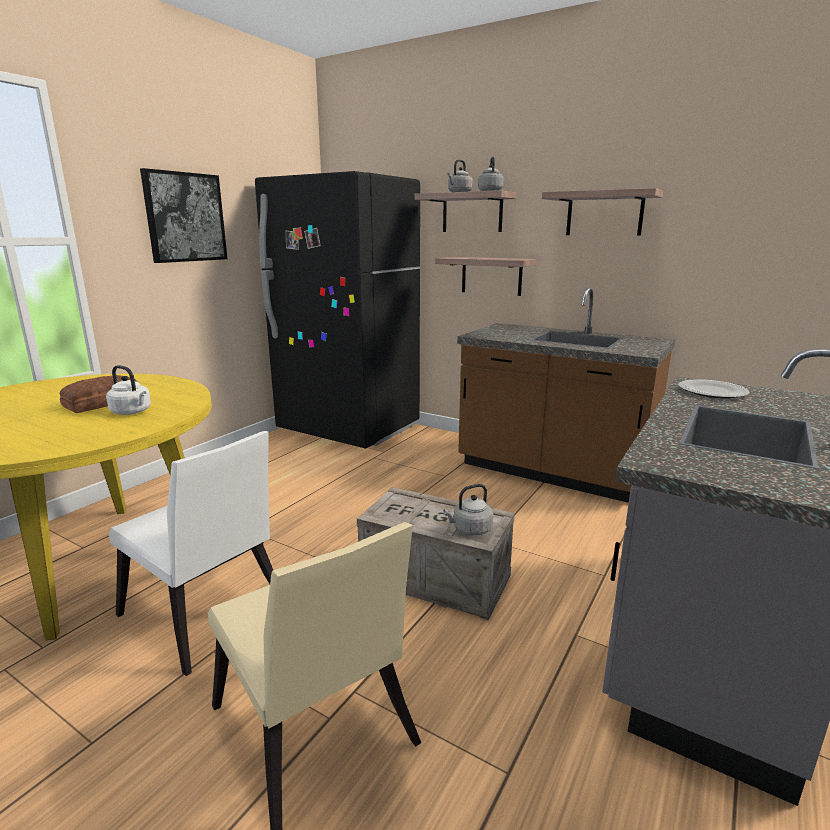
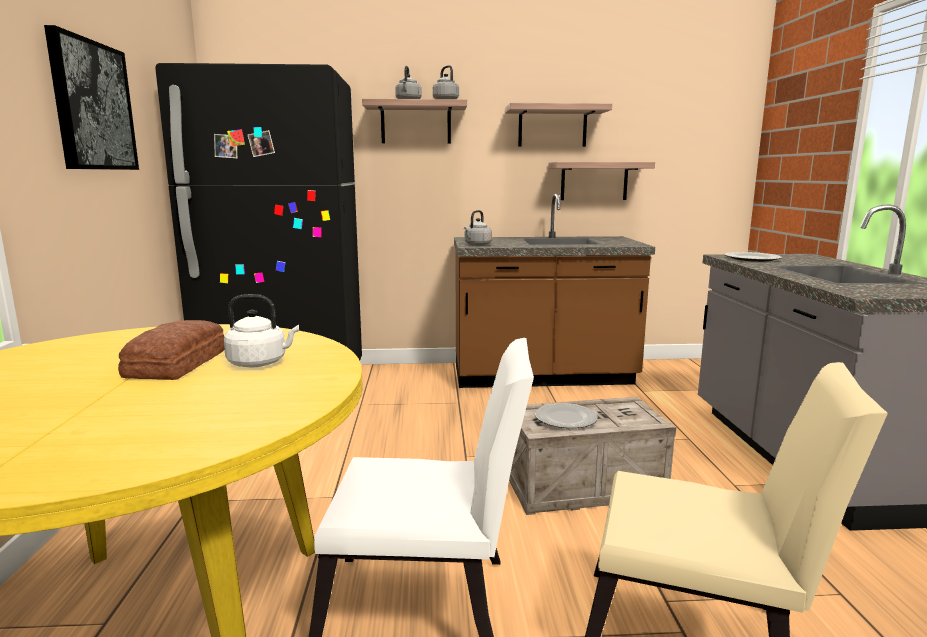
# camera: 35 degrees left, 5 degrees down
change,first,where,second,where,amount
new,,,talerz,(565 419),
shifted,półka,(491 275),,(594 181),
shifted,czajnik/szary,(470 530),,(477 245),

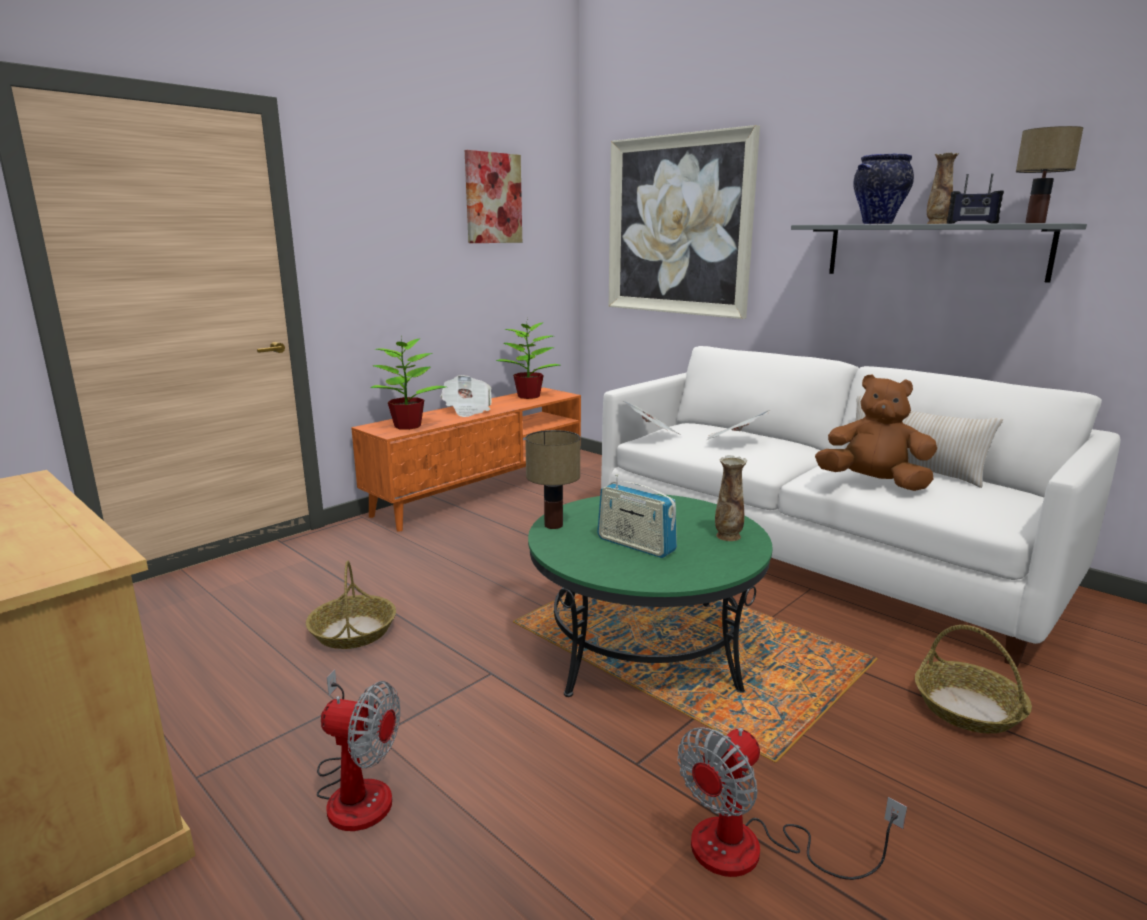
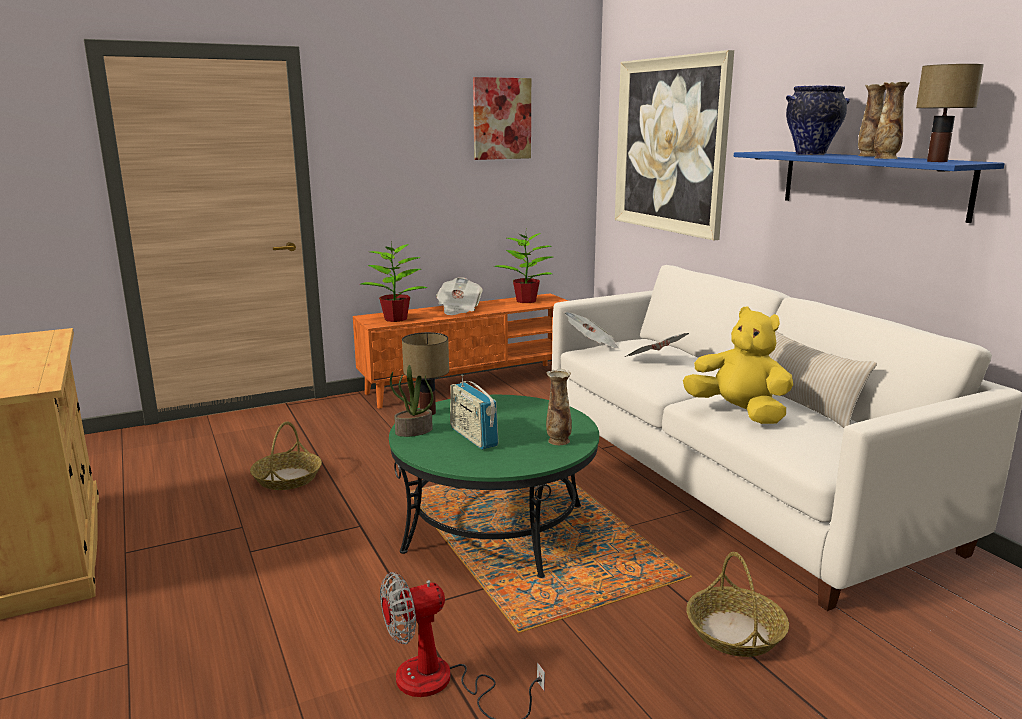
# camera: 20 degrees right, 0 degrees up
change,first,where,second,where,amount
gone,wentylator,(356 789),,,
new,,,roślina doniczkowa,(413 431),
swapped,radio,(972 223),wazon,(885 158),
repainted,półka/szary,(933 251),półka/niebieski,(871 183),
repainted,pluszak/brązowy,(873 483),pluszak/żółty,(738 412),

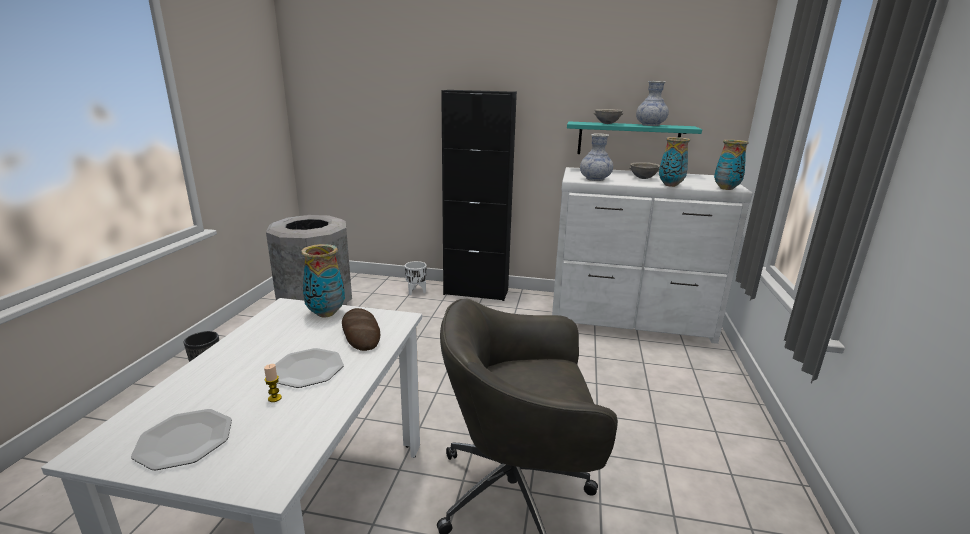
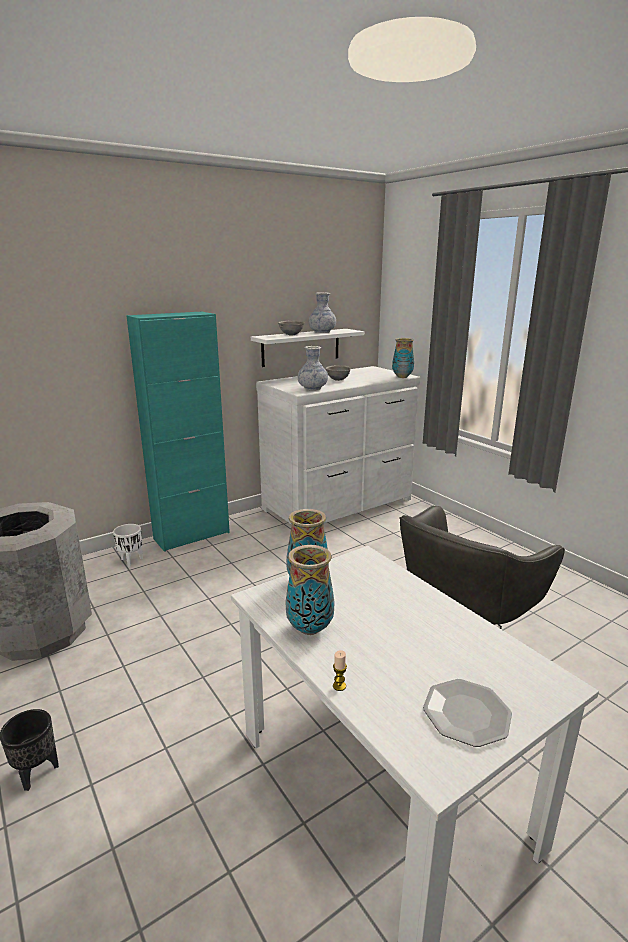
# camera: 45 degrees left, 0 degrees up
change,first,where,second,where,amount
gone,talerz,(308 369),,,
gone,chleb,(361 333),,,
shifted,świeca,(274 398),,(339 686),
shifted,wazon,(671 185),,(310 628),
repainted,szafka/czarny,(476 292),szafka/turkusowy,(191 535),
repainted,półka/turkusowy,(628 140),półka/biały,(301 347),

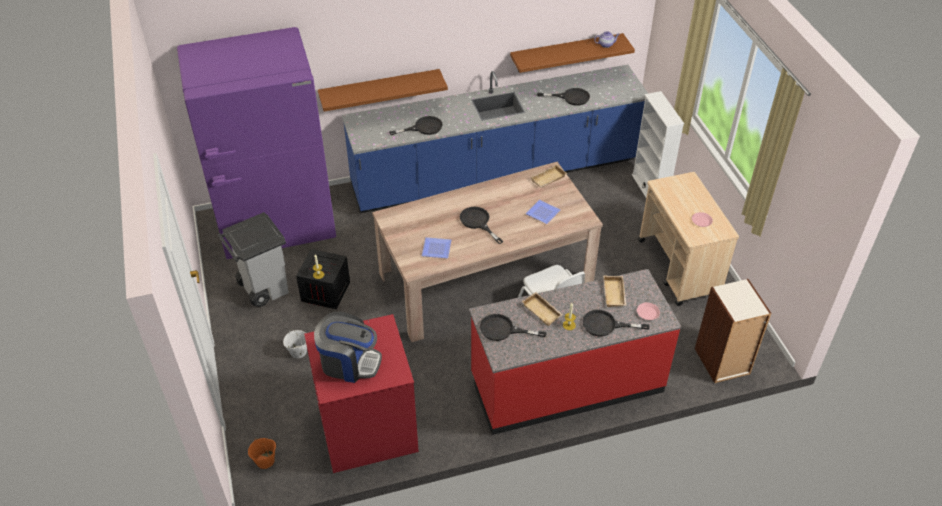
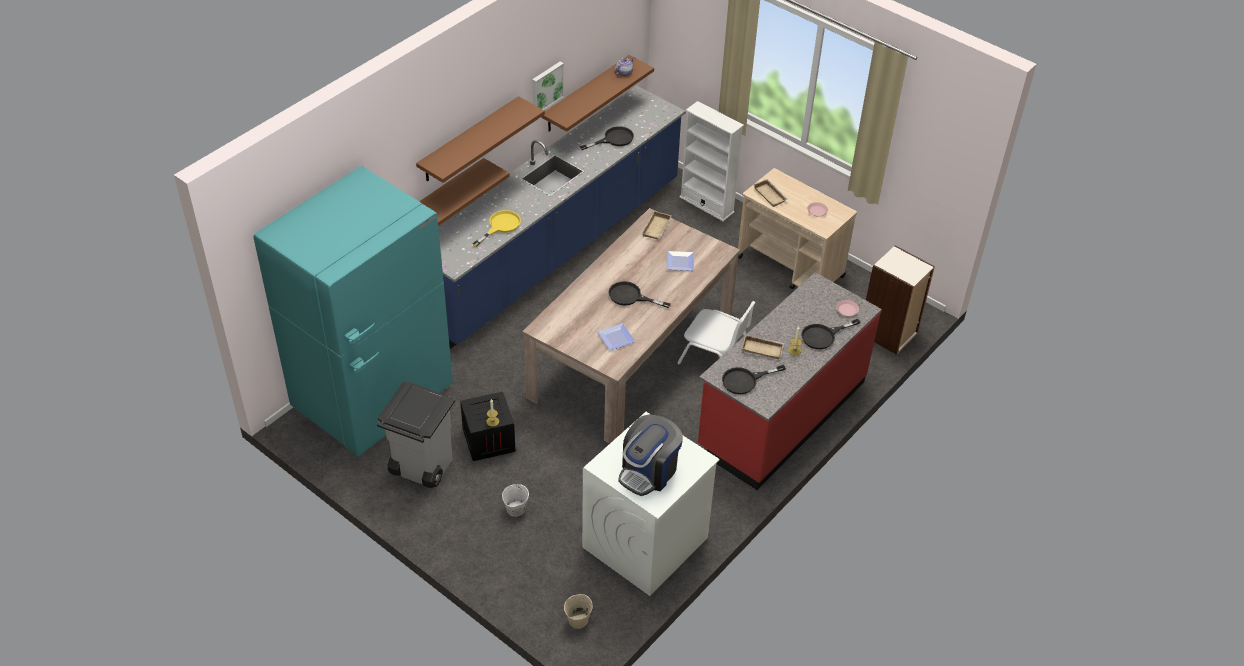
# camera: 35 degrees left, 0 degrees up
change,first,where,second,where,amount
new,,,półka/brązowy,(469 140),
new,,,obraz,(546 87),
shifted,taca/beżowy,(615 294),,(771 195),
repainted,lodówka/fioletowy,(277 225),lodówka/turkusowy,(374 399),
repainted,wiadro/pomarańczowy,(265 461),wiadro/beżowy,(578 619),
repainted,pralka/czerwony,(366 429),pralka/biały,(645 543),
repainted,patelnia/czarny,(423 128),patelnia/żółty,(500 226),
rotated,ekspres do kawy,(349 362),,(649 471),150 degrees clockwise

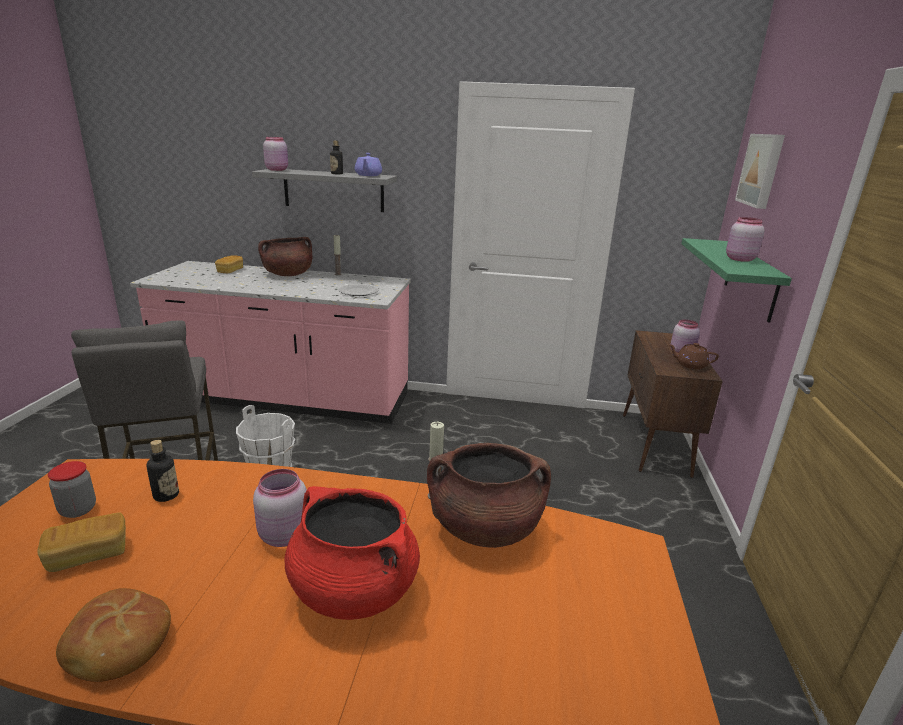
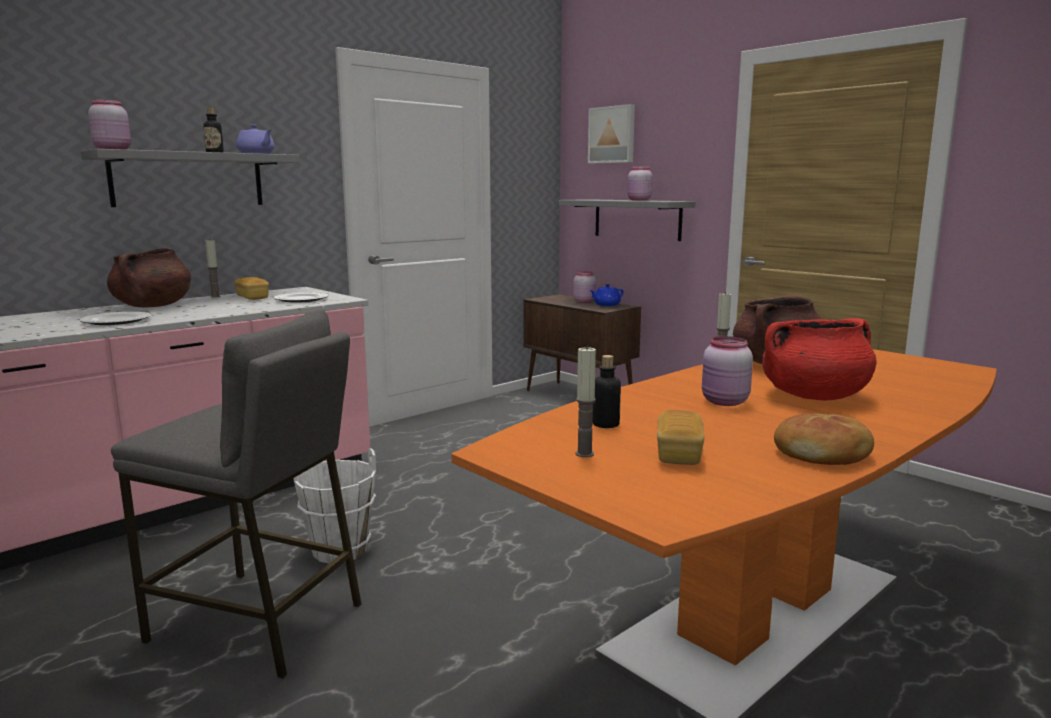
# camera: 50 degrees left, 10 degrees down
change,first,where,second,where,amount
new,,,talerz,(116 321),
shifted,chleb,(230 271),,(252 298),
swapped,słoik,(78 509),świeca,(584 454),
repainted,imbryk/brązowy,(690 365),imbryk/niebieski,(606 305),
repainted,półka/zielony,(751 279),półka/szary,(637 219),

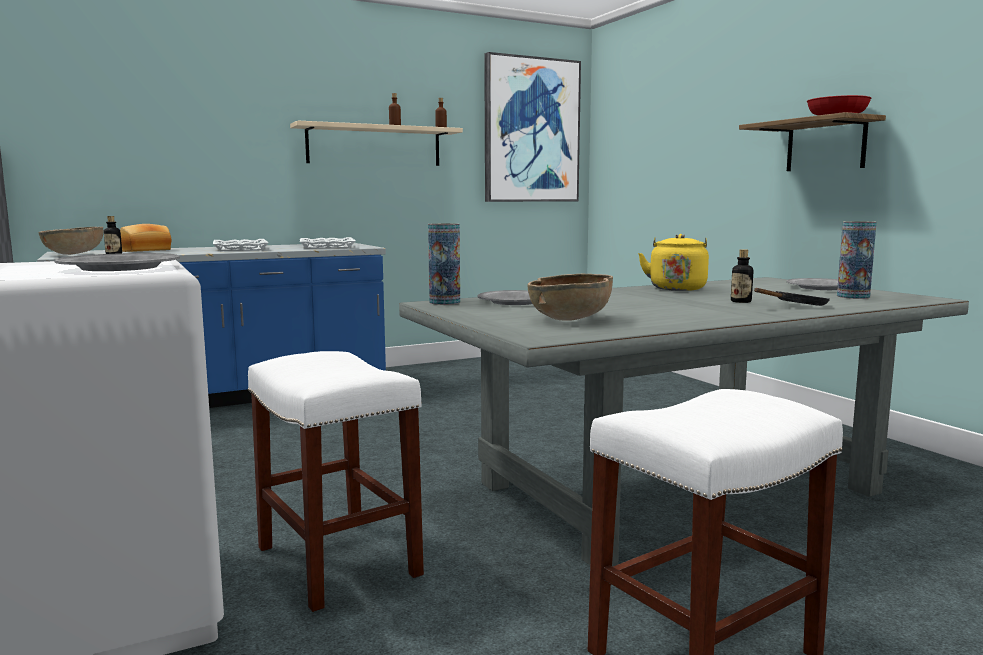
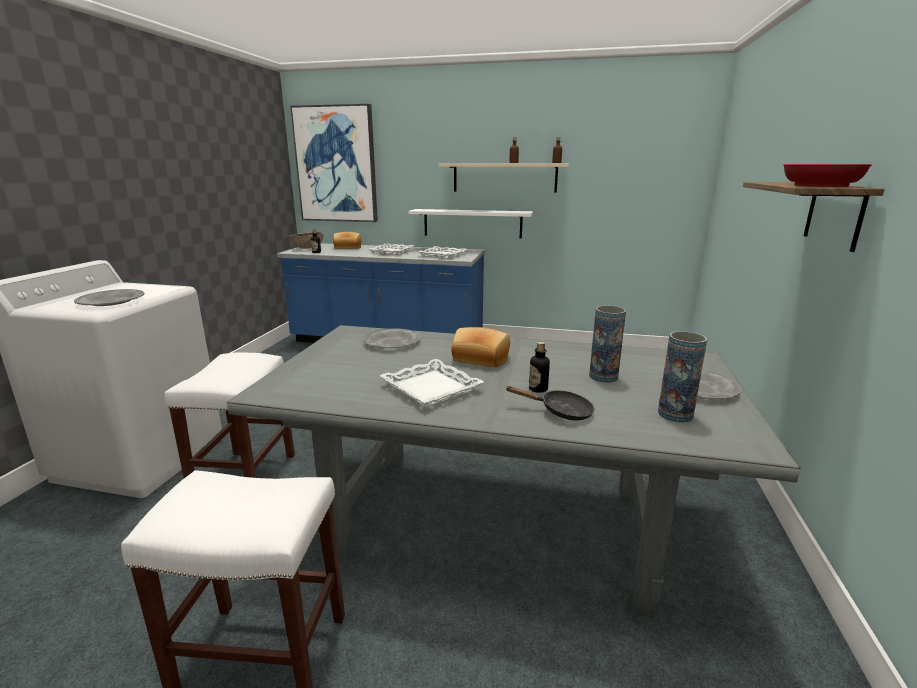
# camera: 40 degrees right, 10 degrees up
change,first,where,second,where,amount
gone,miska/brązowy,(571 319),,,
gone,czajnik/żółty,(677 288),,,
new,,,taca/biały,(432 388),
new,,,półka/biały,(472 223),
new,,,chleb,(480 359),
shifted,wazon,(444 302),,(603 376),
shifted,obraz,(531 131),,(336 165),

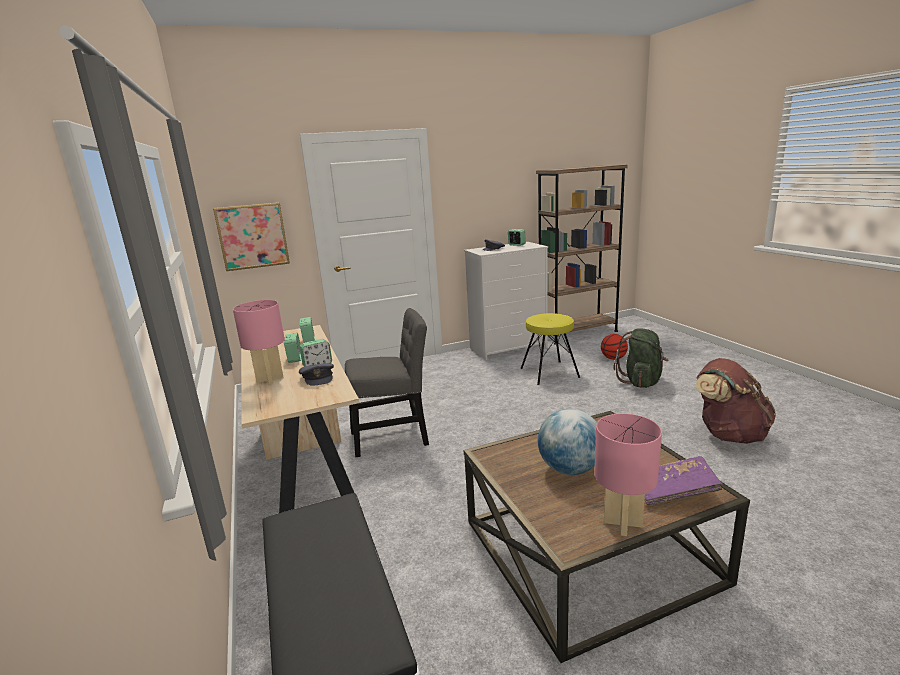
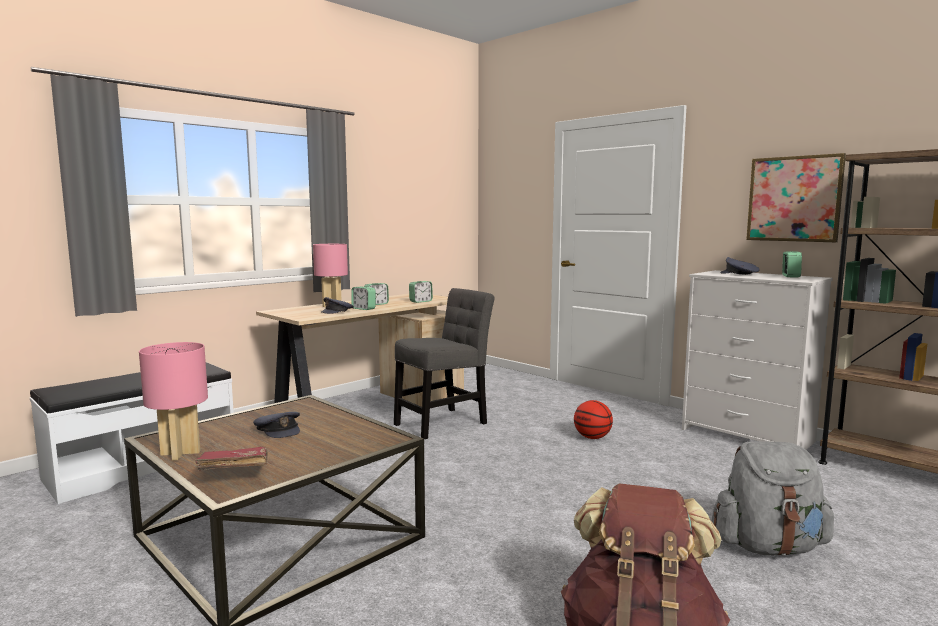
# camera: 65 degrees right, 10 degrees down
change,first,where,second,where,amount
gone,stołek/żółty,(549 372),,,
shifted,obraz,(252 236),,(794 199),
shifted,piłka do koszykówki,(613 358),,(592 437),
swapped,globus,(569 469),czapka z daszkiem/szary,(279 430),
repainted,plecak/zielony,(641 382),plecak/szary,(768 546),
repainted,książka/fioletowy,(674 491),książka/czerwony,(234 473),
rotated,krzesło/szary,(394 437),,(444 422),90 degrees counterclockwise

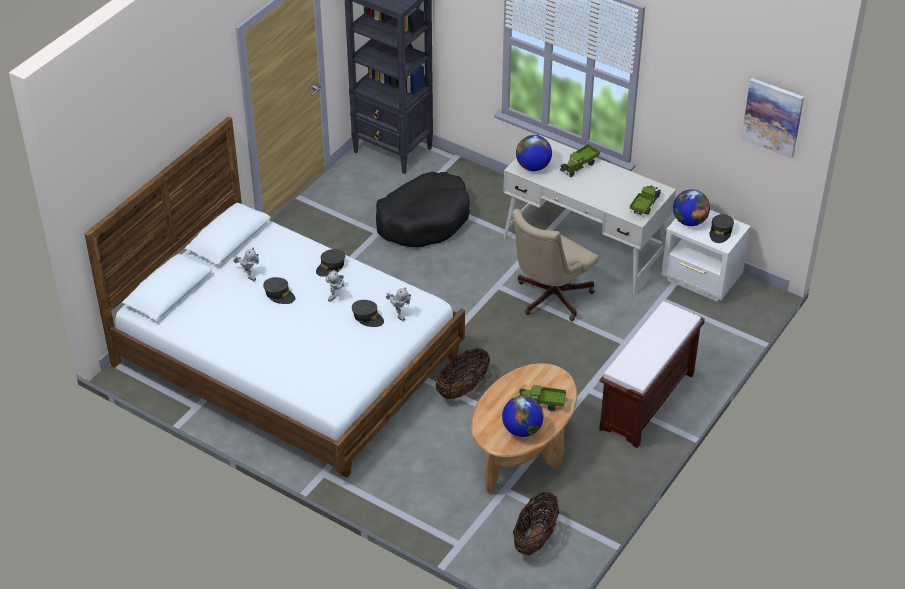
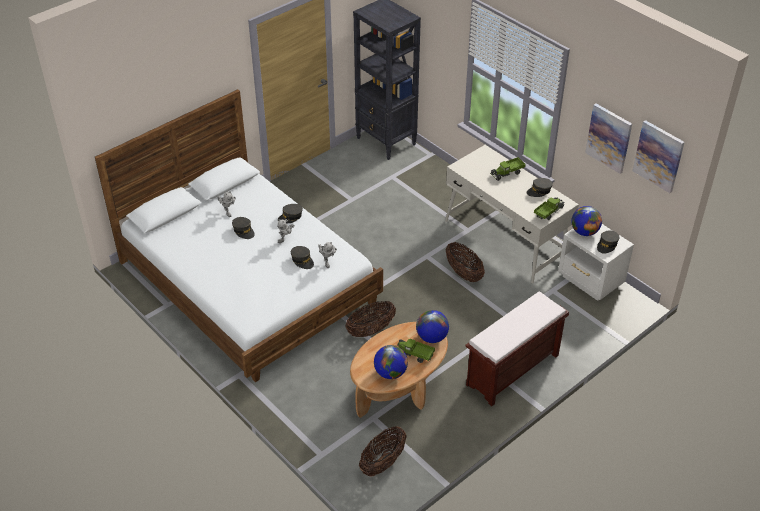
# camera: 15 degrees right, 0 degrees up
change,first,where,second,where,amount
gone,legowisko/czarny,(423 220),,,
new,,,czapka z daszkiem/szary,(539 191),
new,,,obraz,(609 138),
shifted,globus,(533 167),,(432 337),
swapped,krzesło biurowe/beżowy,(549 298),koszyk,(463 273),

